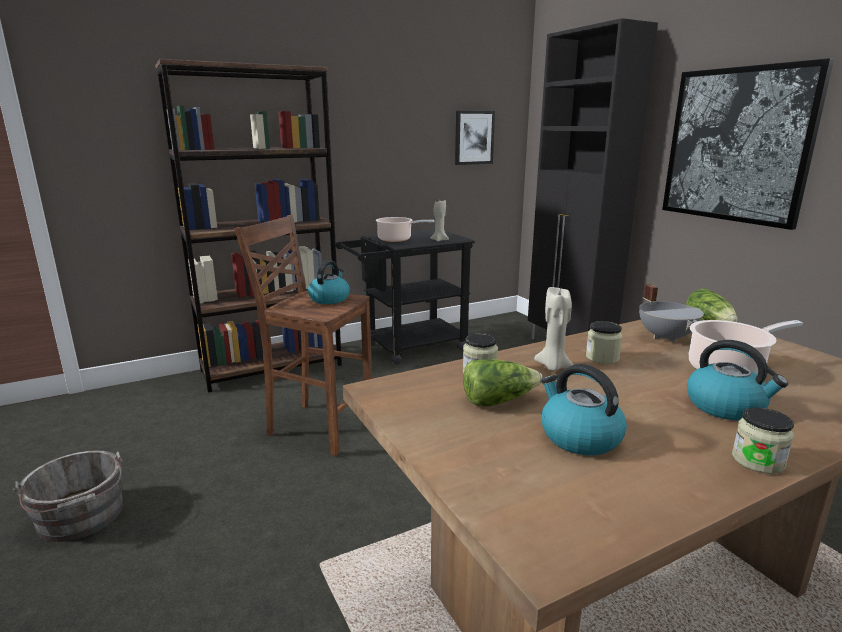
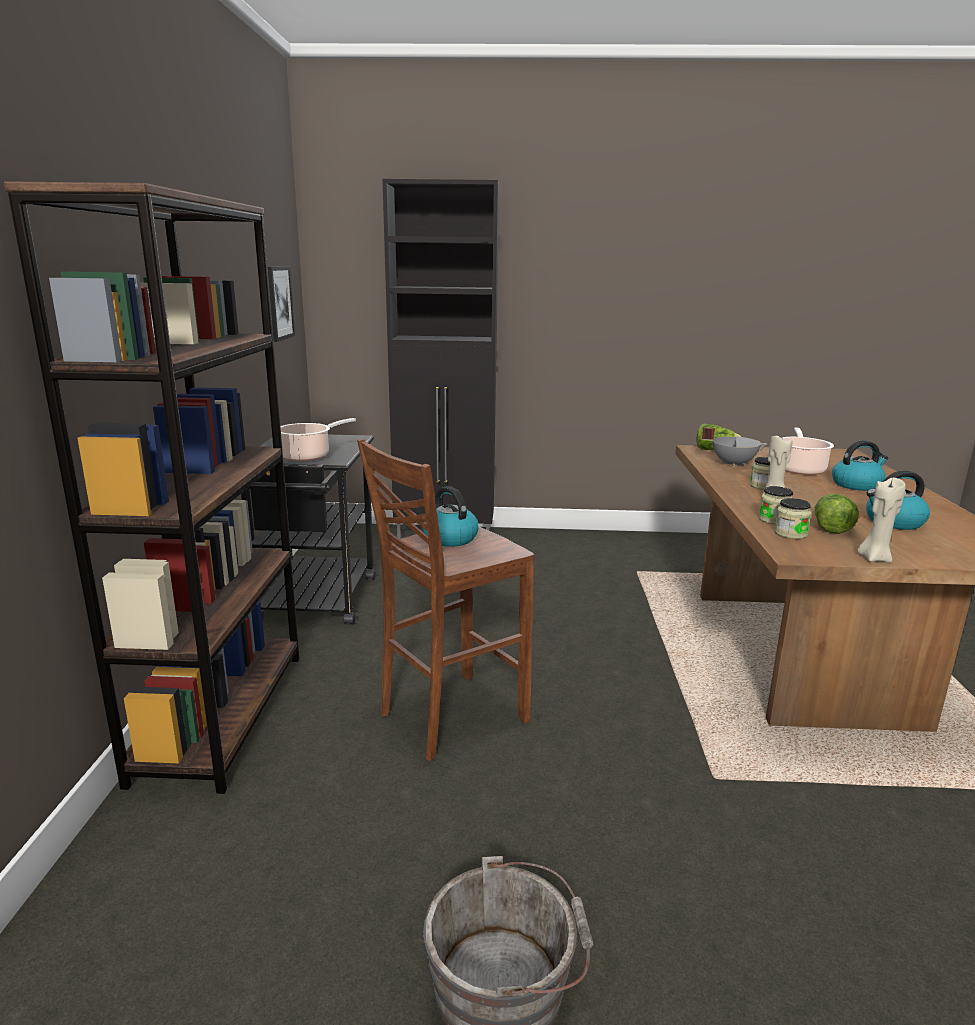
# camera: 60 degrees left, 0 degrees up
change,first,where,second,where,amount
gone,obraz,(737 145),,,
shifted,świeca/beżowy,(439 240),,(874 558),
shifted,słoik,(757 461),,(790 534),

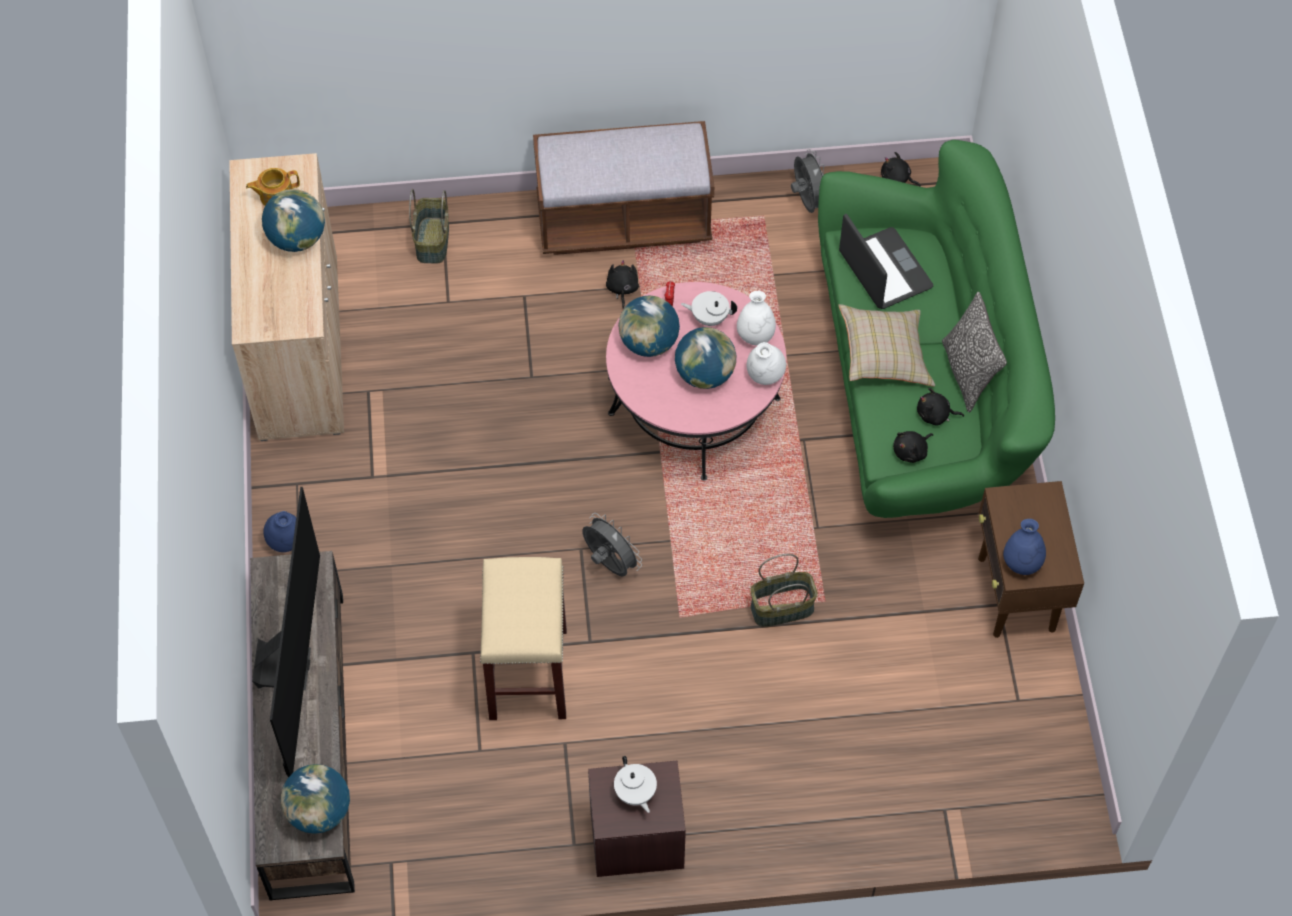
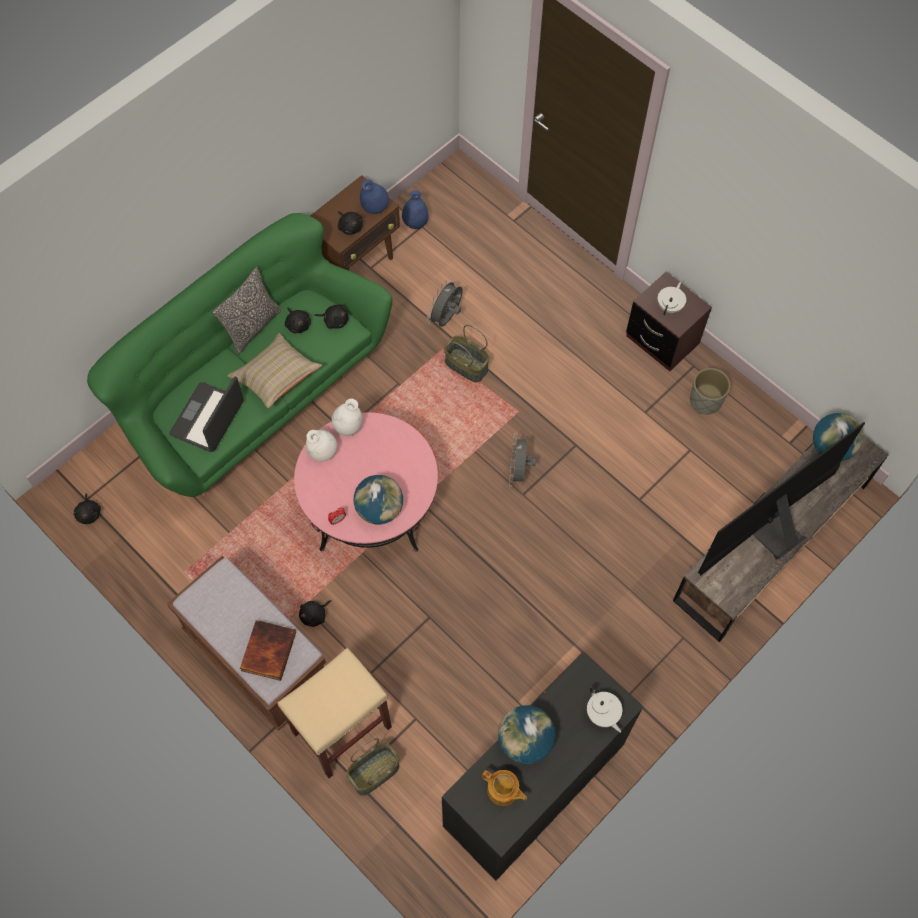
# camera: 130 degrees left, 5 degrees up
change,first,where,second,where,amount
gone,globus,(705 374),,,
new,,,książka,(267 650),
new,,,pluszak/czarny,(350 226),
new,,,donica/szary,(705 401),
shifted,wazon/niebieski,(285 542),,(415 223),
shifted,stołek/beżowy,(527 672),,(341 731),
shifted,imbryk/biały,(709 317),,(602 714),
shifted,wentylator/szary,(807 202),,(446 318),
repainted,szafka/beżowy,(299 348),szafka/czarny,(533 785),

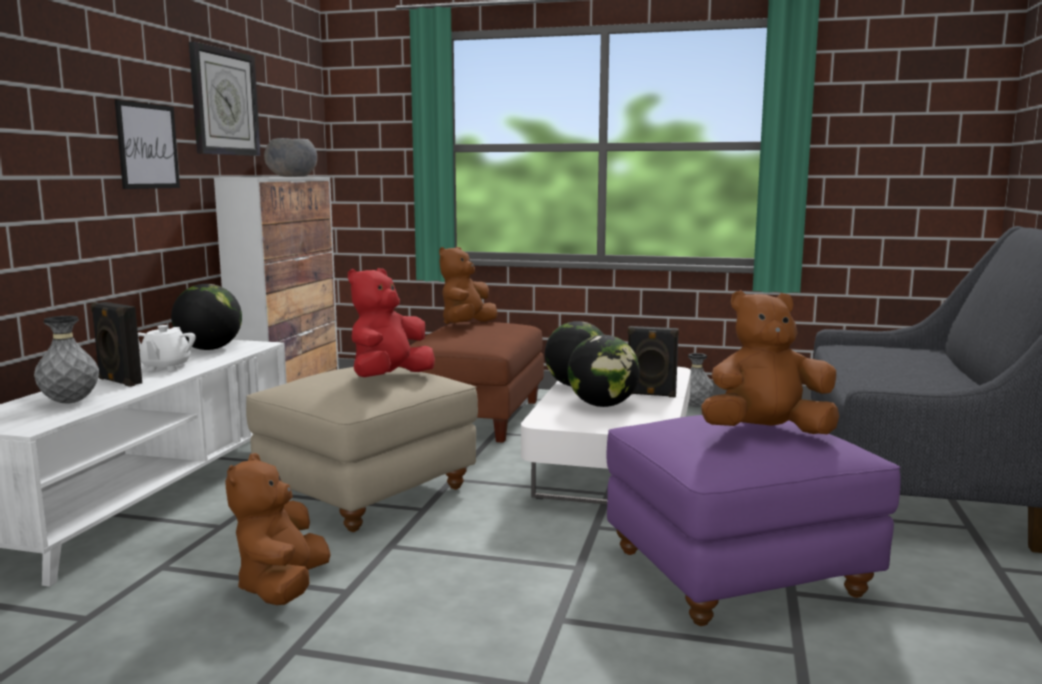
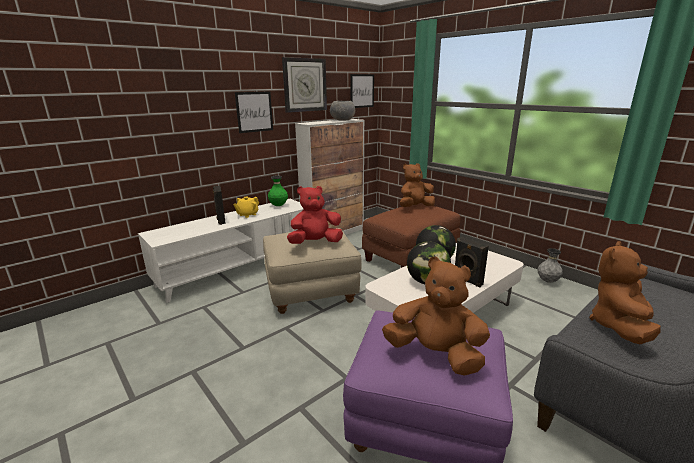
# camera: 35 degrees right, 10 degrees up
change,first,where,second,where,amount
gone,wazon/szary,(70 402),,,
new,,,obraz,(362 91),
shifted,pluszak/brązowy,(282 588),,(619 327),
swapped,globus,(209 349),wazon/zielony,(278 205),
repainted,imbryk/biały,(166 367),imbryk/żółty,(247 215),

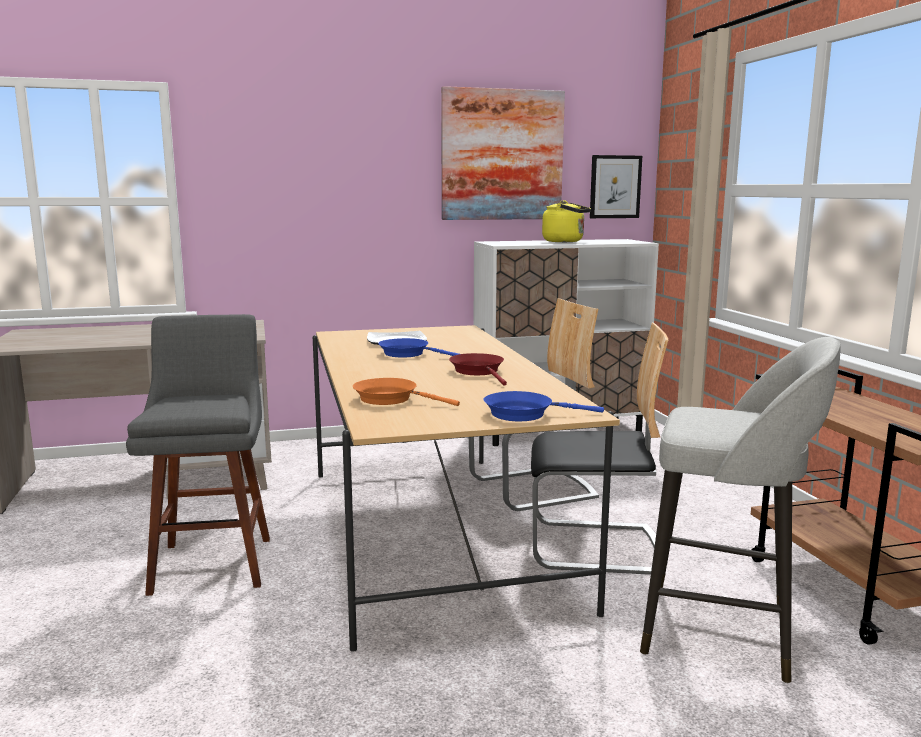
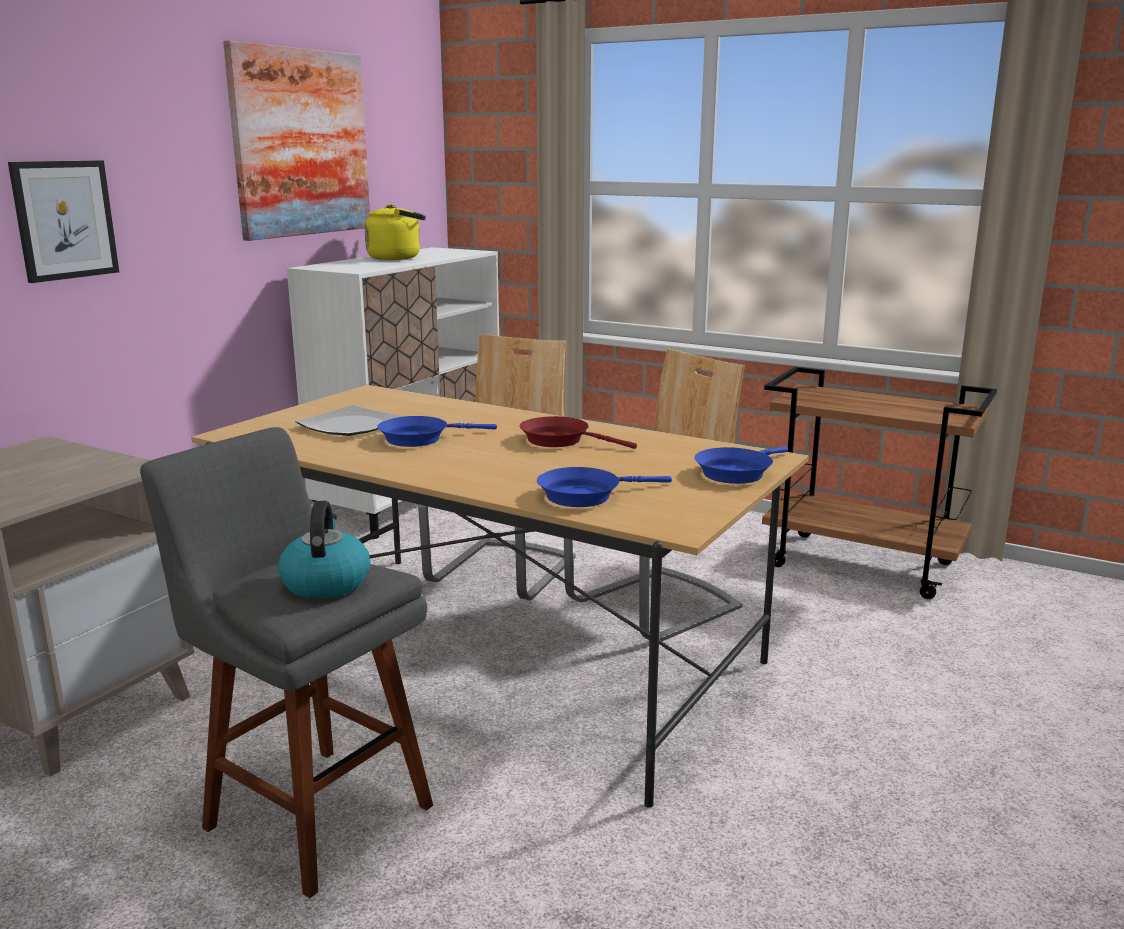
# camera: 45 degrees left, 5 degrees up
change,first,where,second,where,amount
gone,stołek/szary,(722 633),,,
new,,,czajnik,(325 582),
shifted,obraz,(615 187),,(65 220),
repainted,patelnia/pomarańczowy,(391 399),patelnia/niebieski,(585 495),

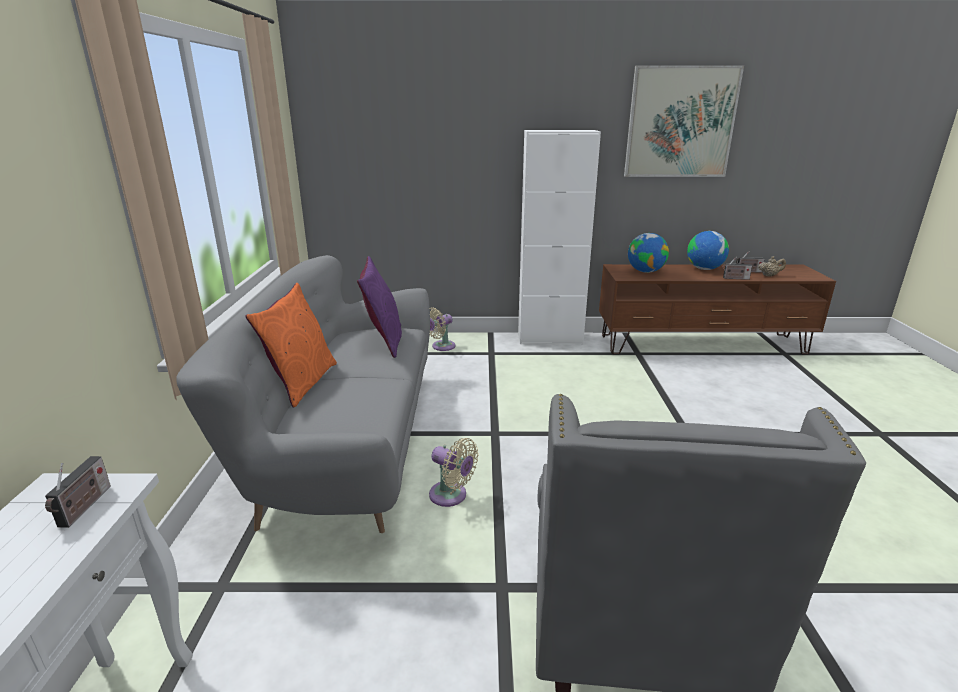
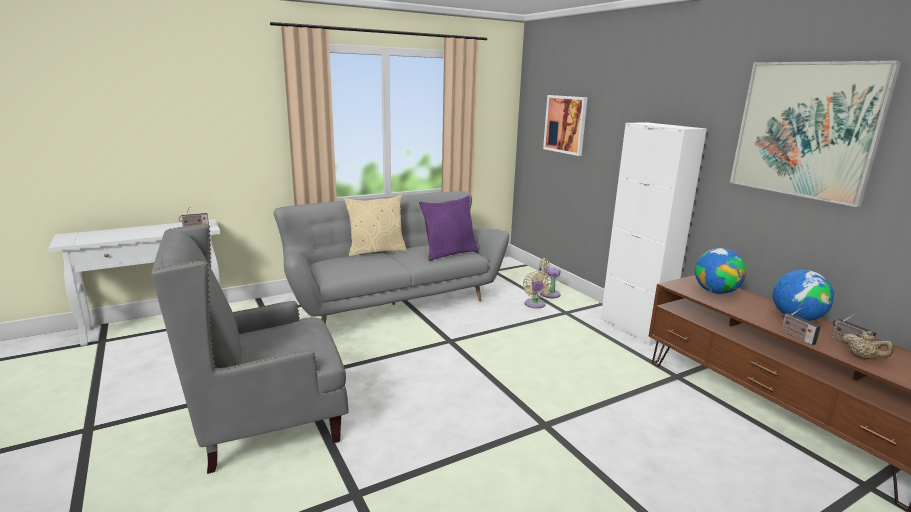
# camera: 60 degrees right, 5 degrees down
change,first,where,second,where,amount
new,,,obraz,(565 124),
shifted,wentylator/beżowy,(451 496),,(535 305),
repainted,poduszka/pomarańczowy,(301 383),poduszka/beżowy,(376 251),

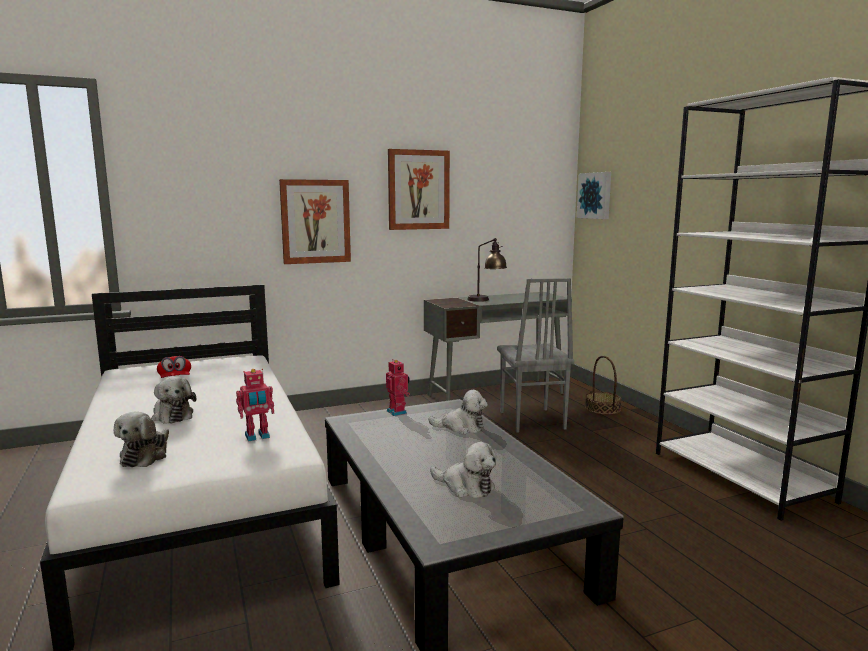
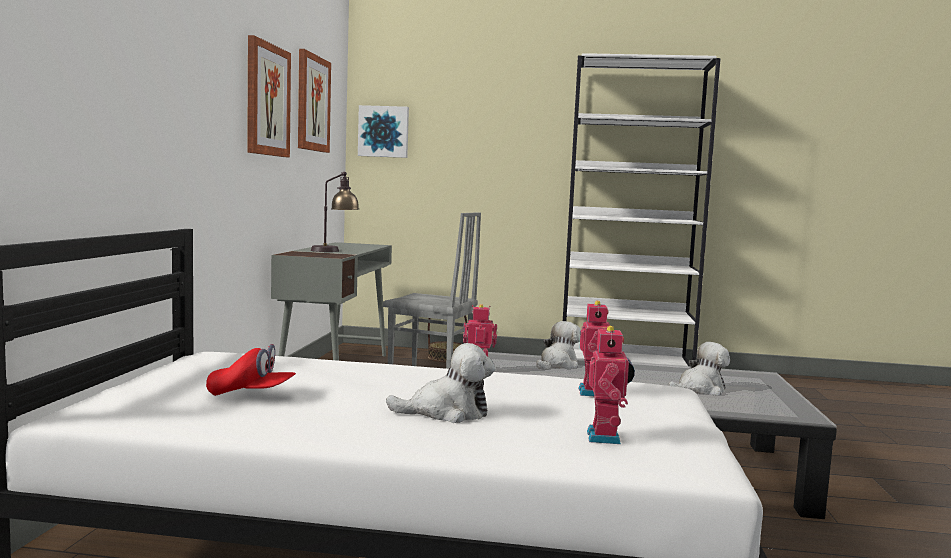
# camera: 60 degrees left, 5 degrees down
change,first,where,second,where,amount
shifted,obraz,(315 221),,(312 103),
swapped,pluszak,(146 455),robot zabawkowy,(606 437),

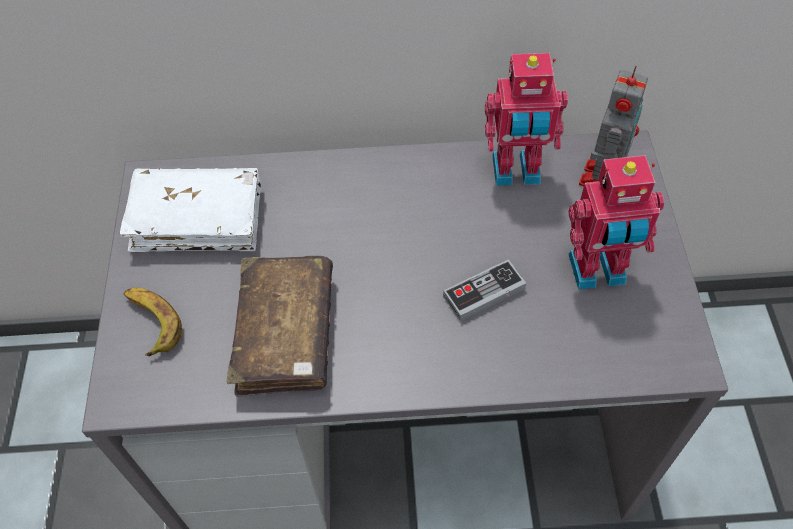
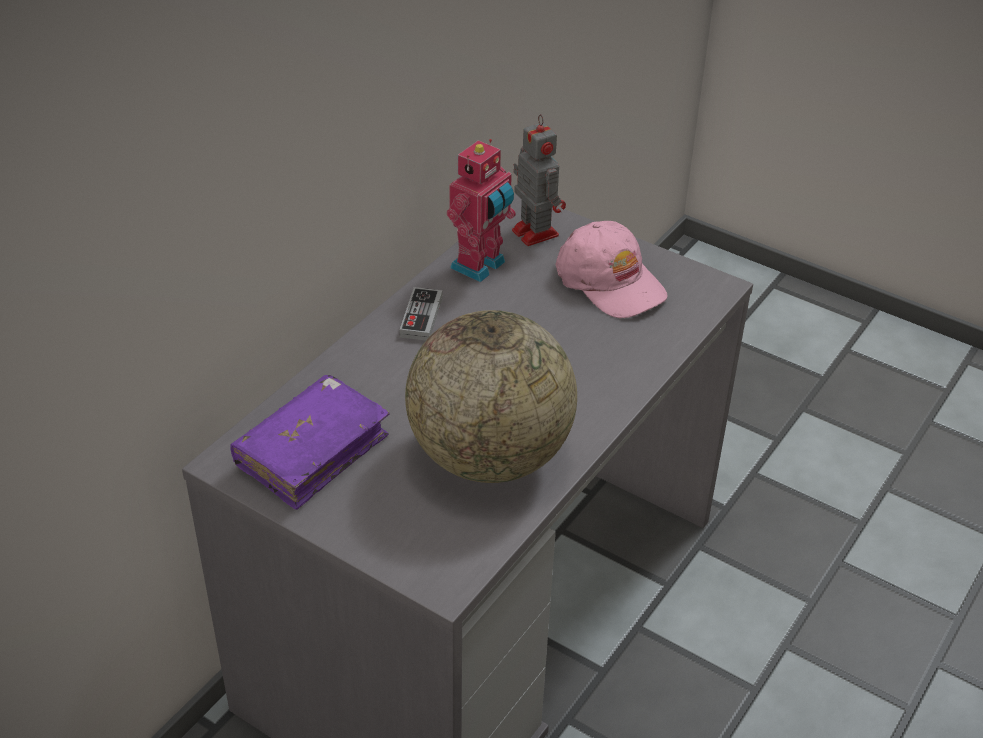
# camera: 55 degrees left, 15 degrees down
change,first,where,second,where,amount
gone,banan,(152 322),,,
shifted,pad do gier,(484 292),,(421 317),
swapped,książka/brązowy,(286 333),globus,(489 457),
swapped,robot zabawkowy,(597 272),czapka z daszkiem/różowy,(610 281),
repainted,książka/biały,(198 219),książka/fioletowy,(312 452),

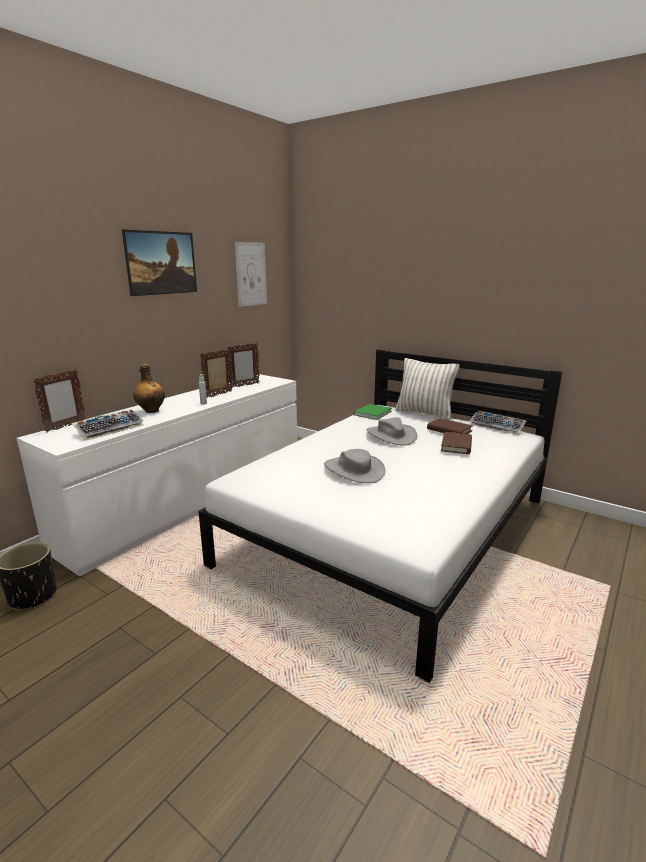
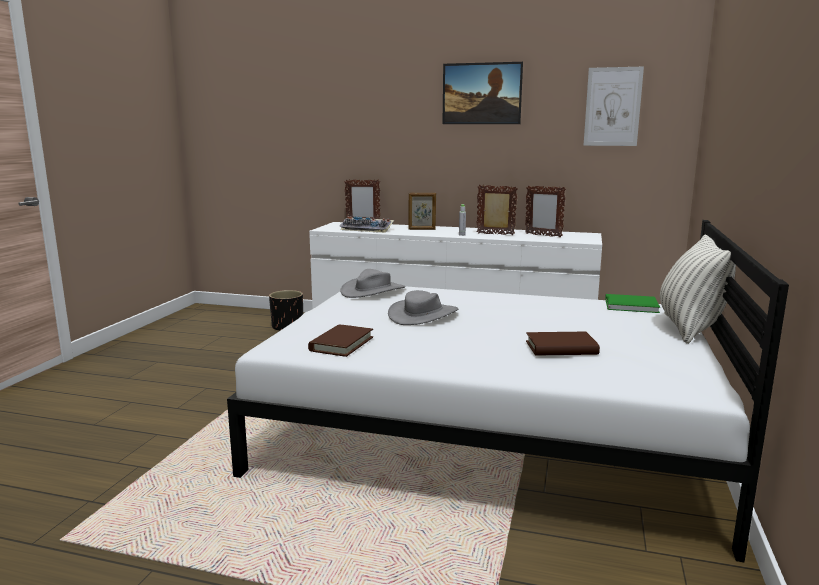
# camera: 70 degrees right, 5 degrees down
change,first,where,second,where,amount
gone,klawiatura,(497 427),,,
shifted,kapelusz/szary,(391 435),,(373 291),
shifted,książka/brązowy,(449 430),,(341 344),
swapped,butelka,(151 411),ramka na zdjęcie,(422 229),

